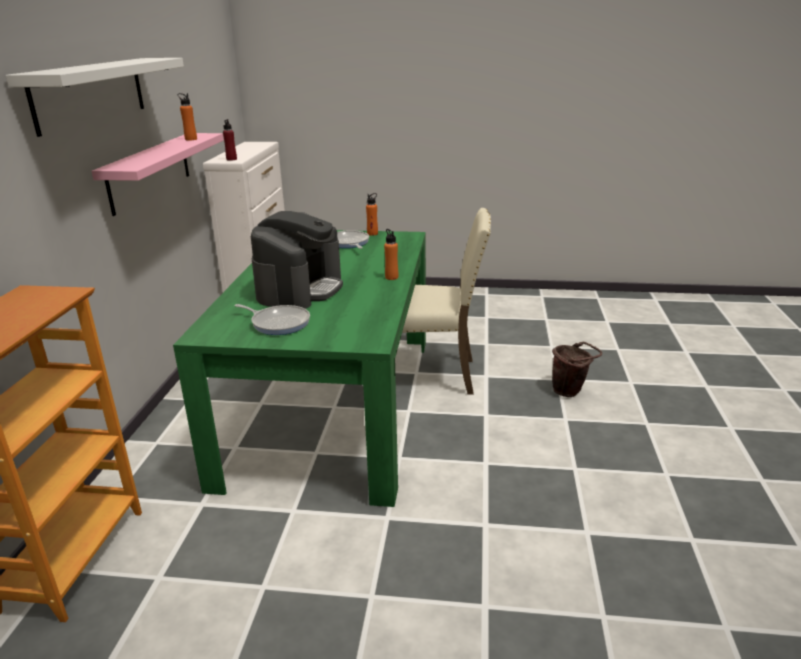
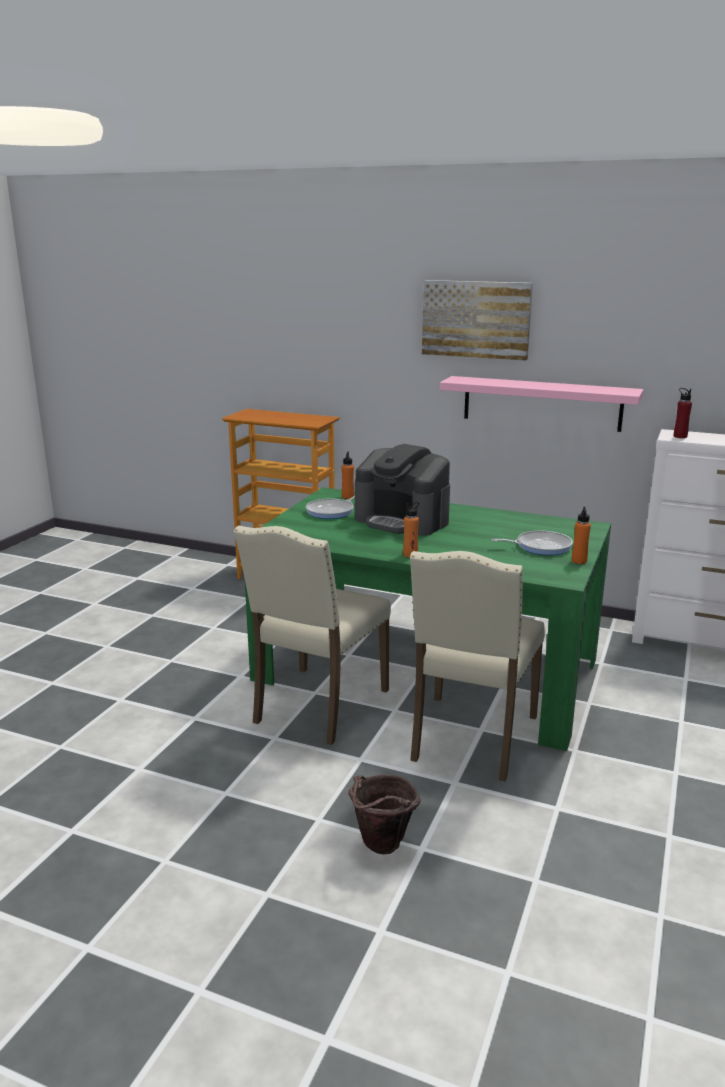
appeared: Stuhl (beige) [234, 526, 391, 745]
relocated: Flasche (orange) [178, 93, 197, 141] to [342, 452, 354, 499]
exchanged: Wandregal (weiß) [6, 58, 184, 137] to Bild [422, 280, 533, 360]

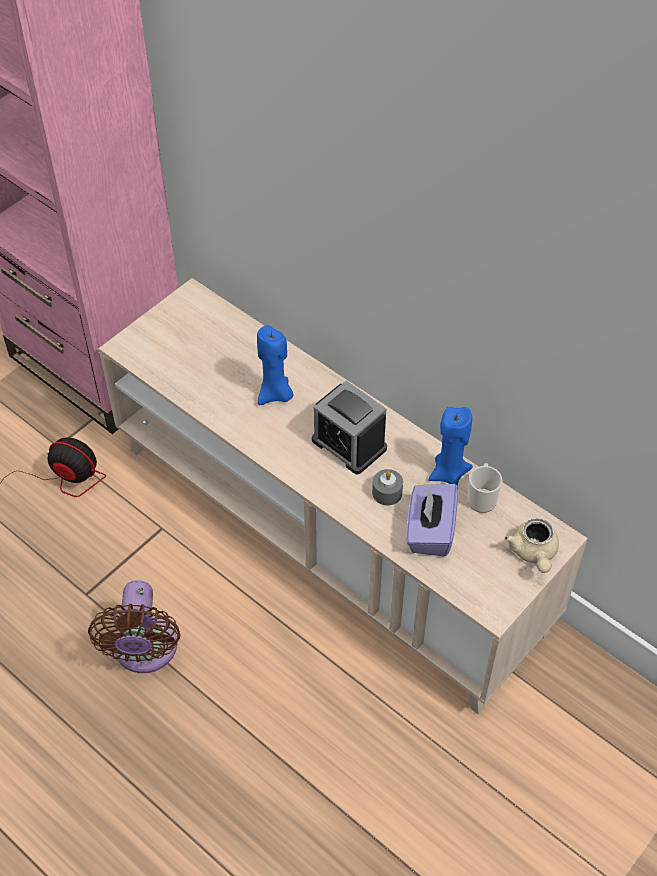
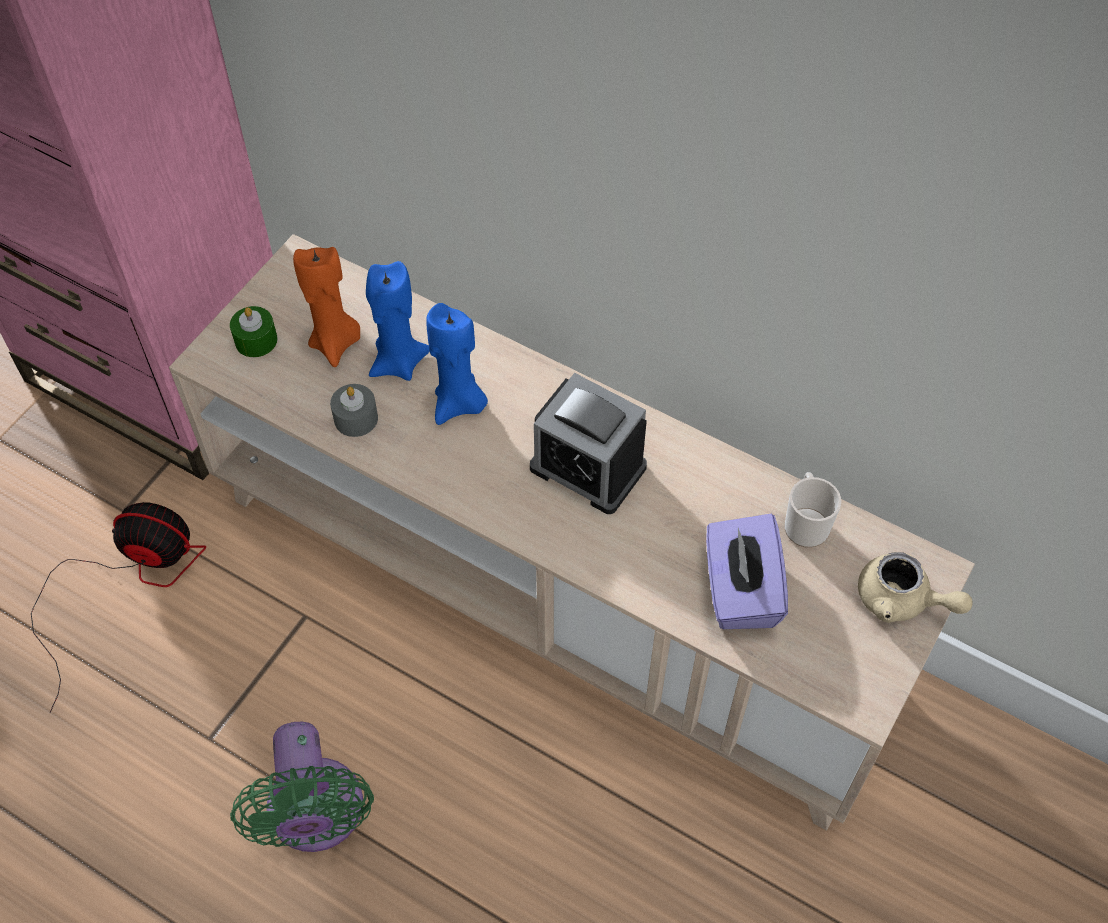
appeared: Kerze (grün) [230, 306, 278, 357]; Kerze (orange) [293, 247, 360, 367]
relocated: Kerze (grau) [372, 469, 403, 505] to [330, 384, 378, 437]; Kerze (blau) [428, 407, 473, 486] to [366, 261, 430, 381]
colour: Ventilator (braun) [88, 580, 180, 673] to Ventilator (grün) [230, 722, 374, 852]
spun: Teekanne (beige) [504, 518, 559, 573] = [858, 552, 972, 623] 45 degrees counterclockwise

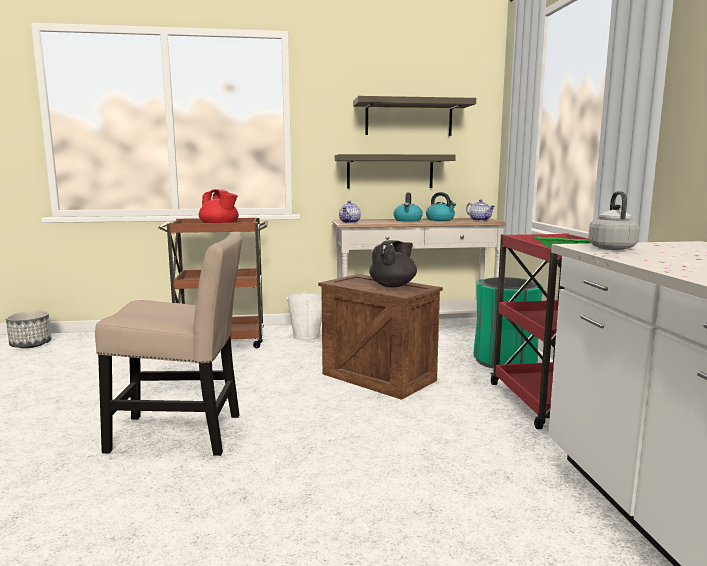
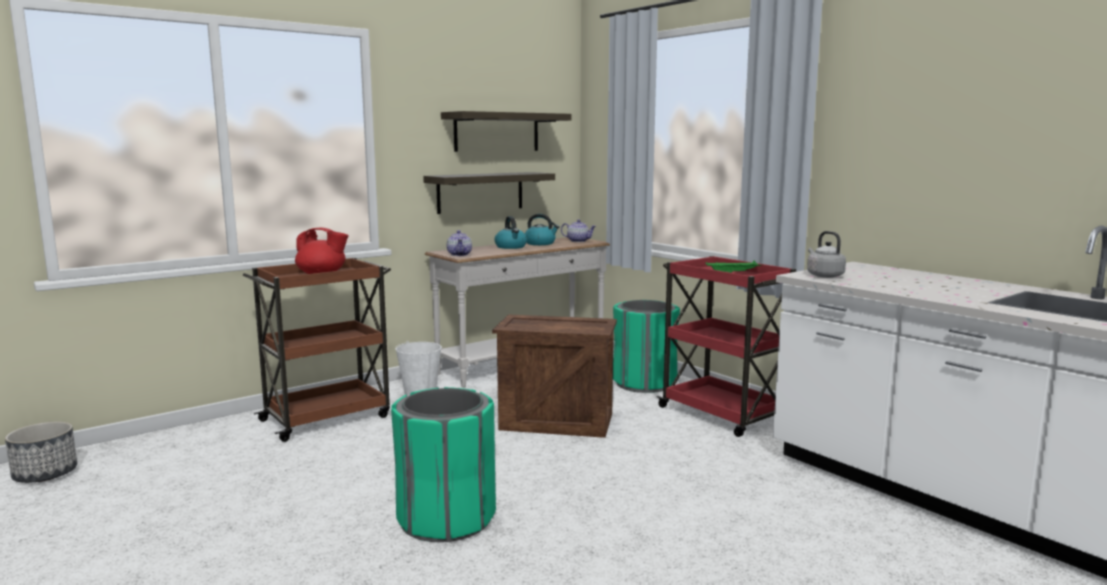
missing: Teekanne (schwarz) [369, 240, 417, 287]
exchanged: Stuhl (beige) [95, 233, 242, 456] to Mülleimer (grün) [391, 387, 496, 542]

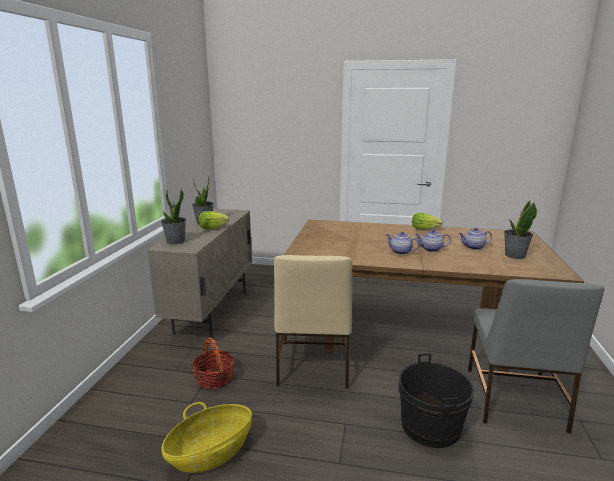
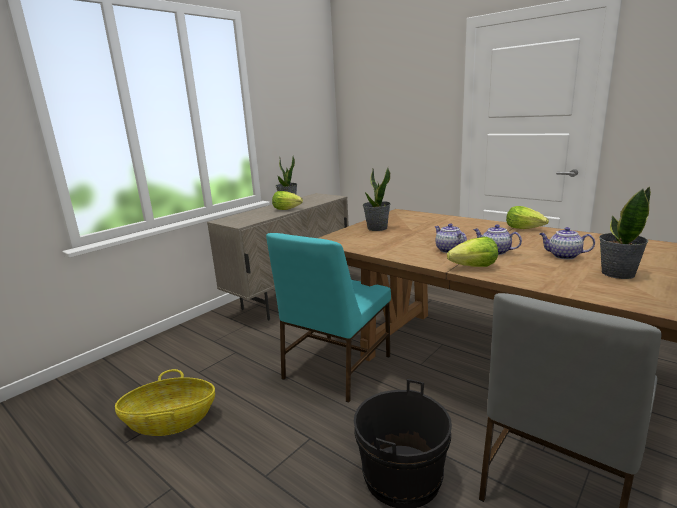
missing: Korb [191, 338, 234, 389]
appeared: Salatkopf [447, 237, 498, 267]
relocated: Topfpflanze [161, 188, 186, 244] to [363, 167, 391, 231]
colour: Stuhl (beige) [274, 255, 352, 388] to Stuhl (türkis) [266, 233, 391, 403]

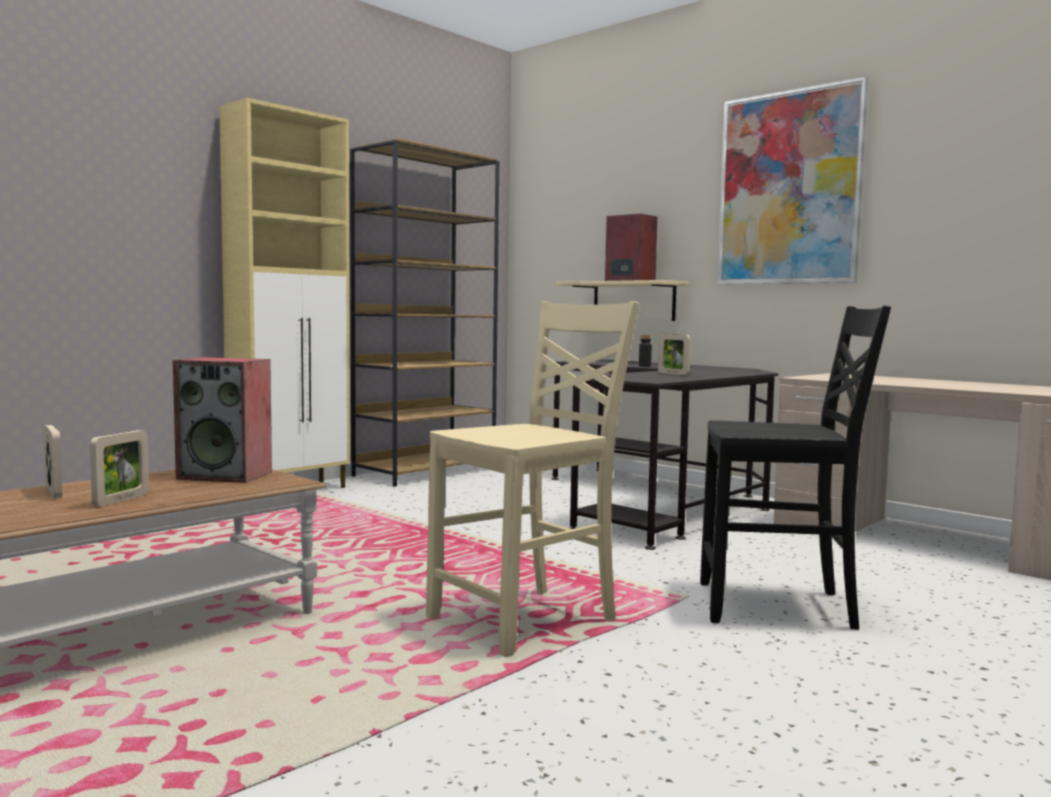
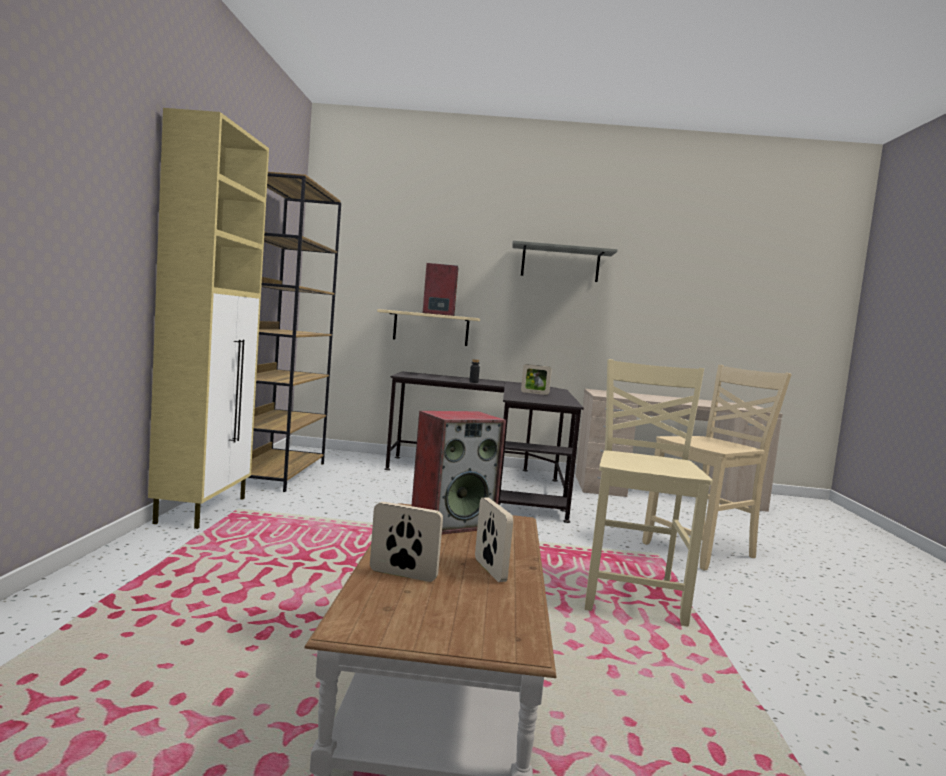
exchanged: Bild [717, 77, 868, 284] to Wandregal (grau) [512, 241, 618, 282]
colour: Stuhl (schwarz) [700, 305, 891, 630] to Stuhl (beige) [642, 365, 792, 571]

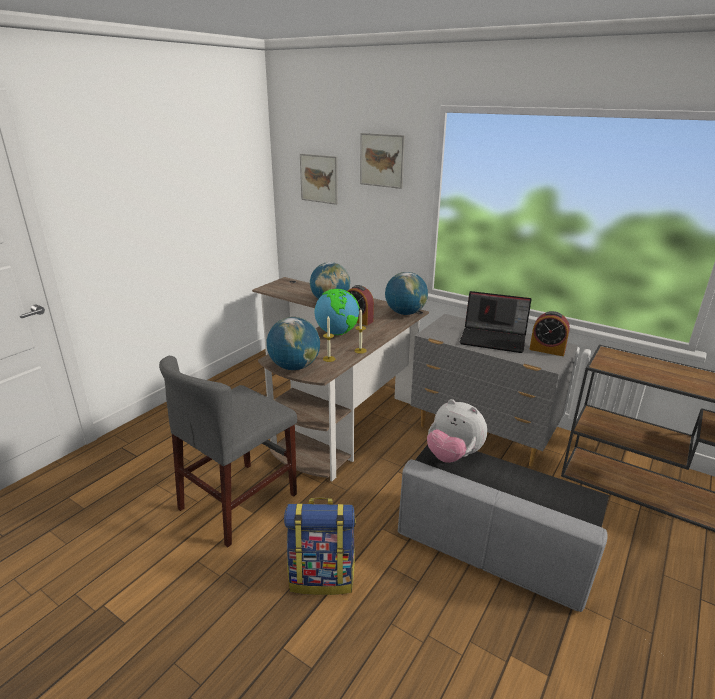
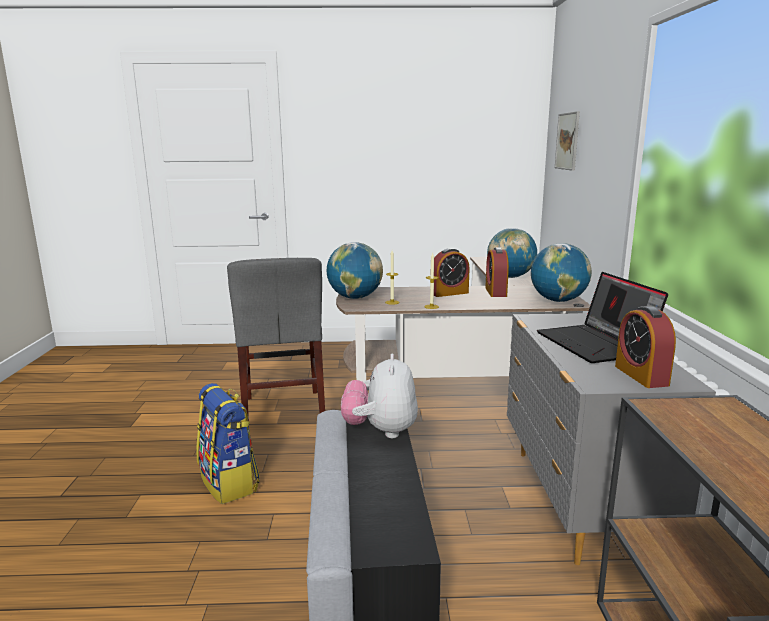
missing: Bild [360, 133, 405, 189]
exchanged: Globus [314, 289, 360, 335] to Wecker [434, 248, 470, 297]
spun: Stuhl (grau) [159, 356, 297, 547] = [227, 258, 325, 421] 105 degrees counterclockwise

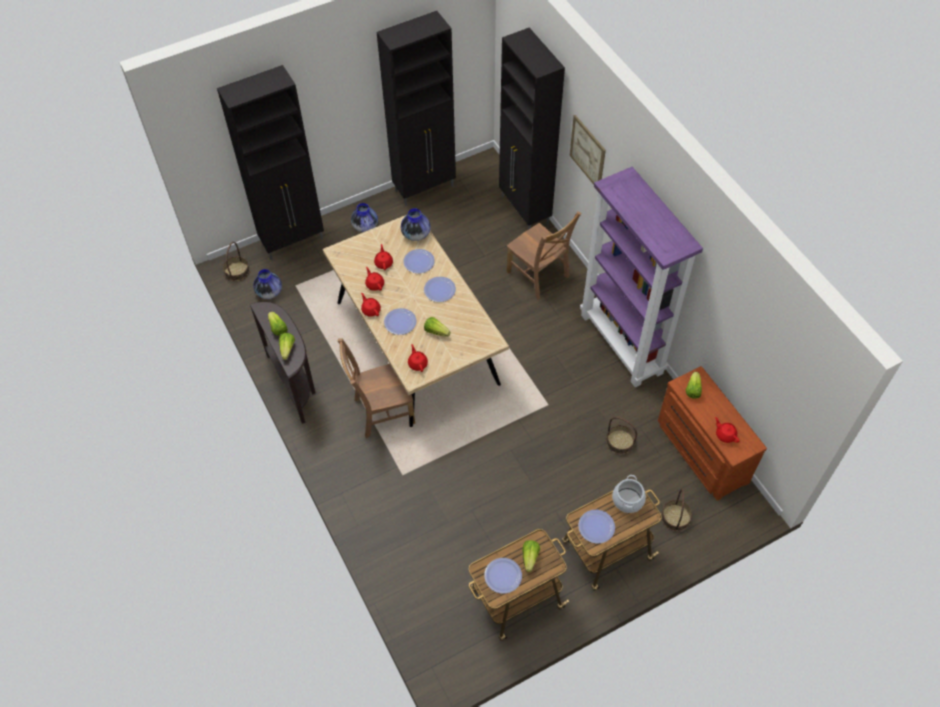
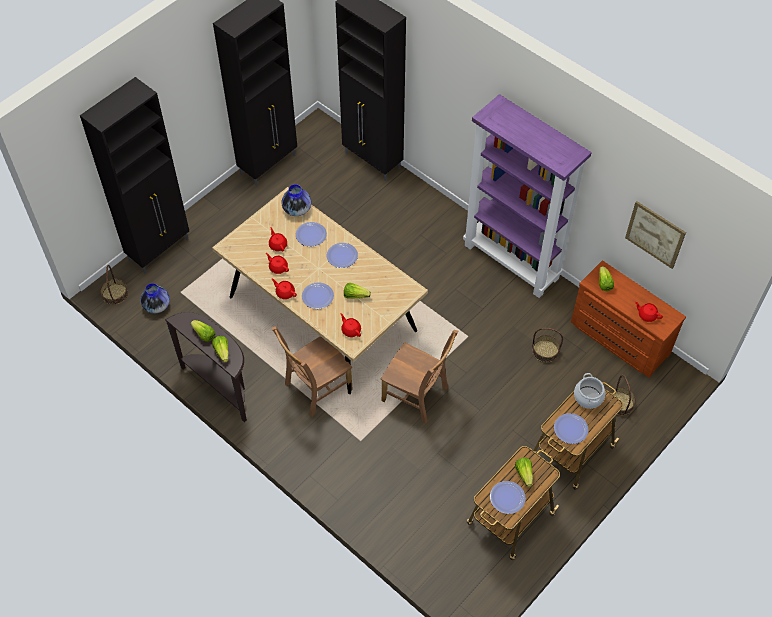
missing: Vase [351, 203, 378, 232]
relocated: Stuhl (braun) [507, 211, 581, 300] to [381, 330, 458, 424]; Bild [570, 115, 606, 185] to [625, 201, 686, 269]

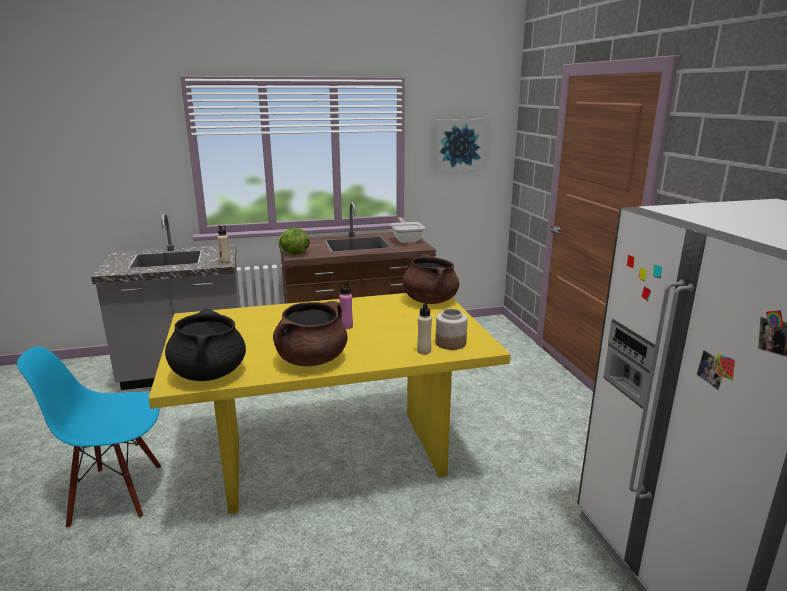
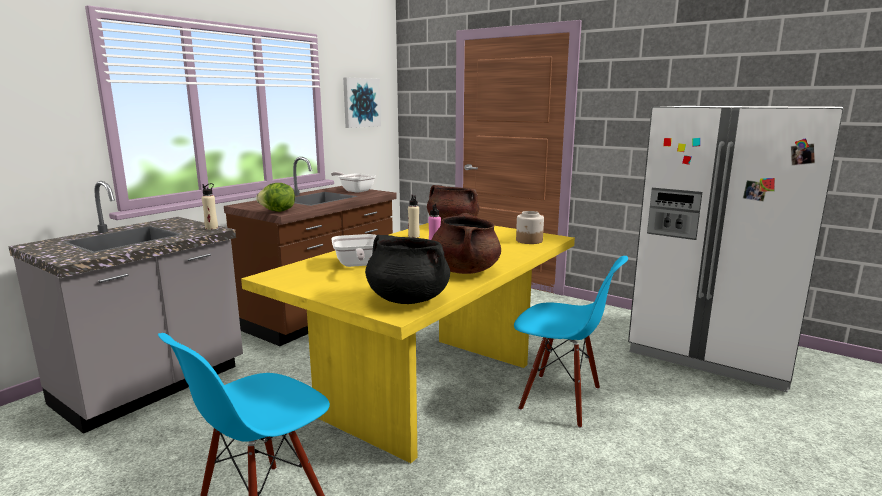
appeared: Pfanne [331, 234, 377, 267]; Stuhl (blau) [514, 256, 628, 428]
relocated: Flasche (beige) [417, 302, 432, 354] to [408, 195, 420, 238]

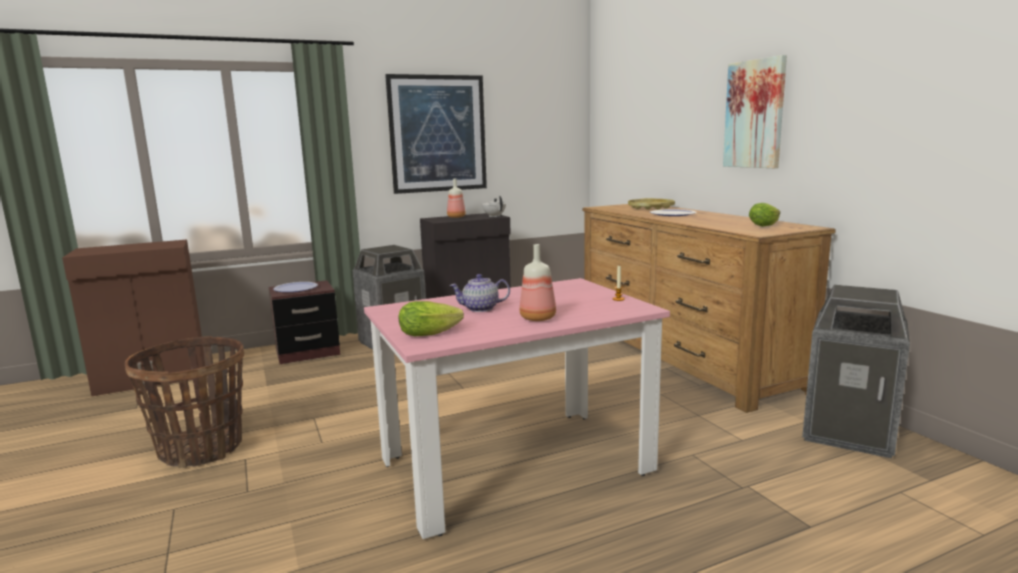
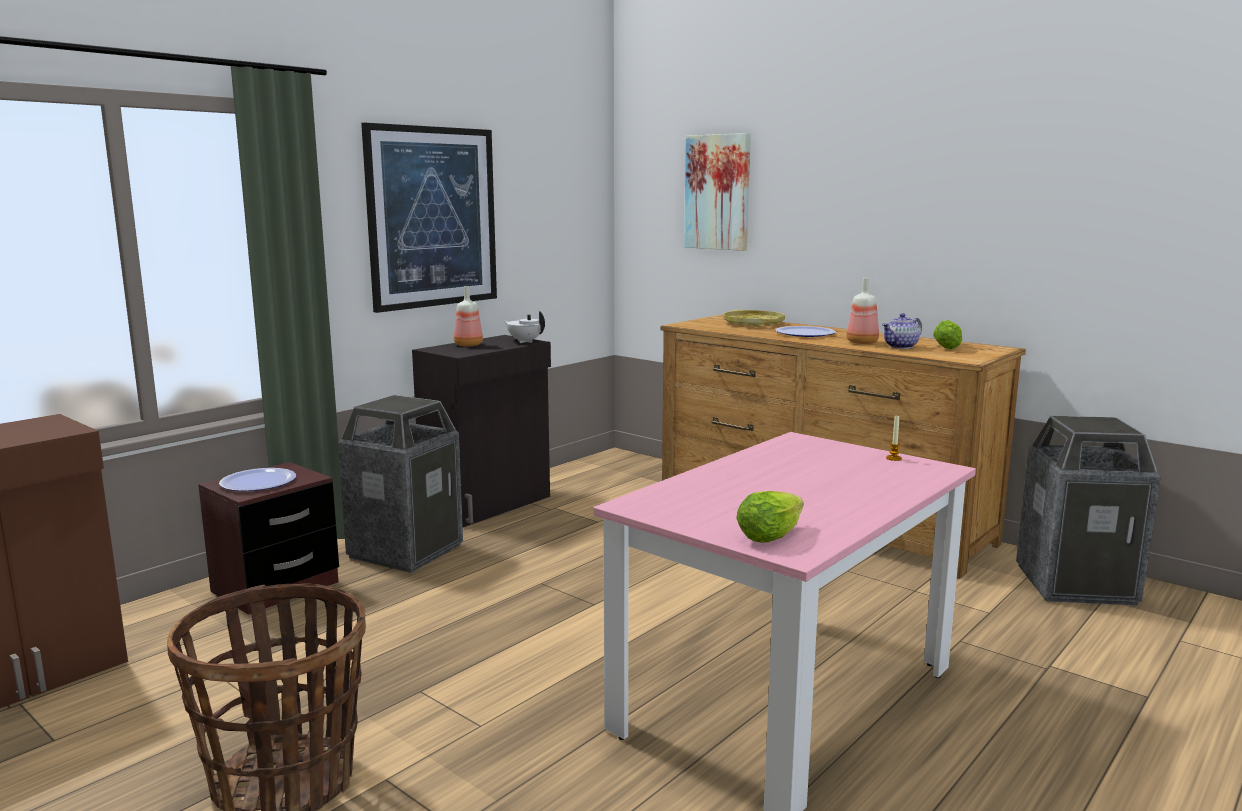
relocated: Teekanne [449, 274, 510, 312] to [882, 313, 922, 349]; Flasche [520, 244, 556, 321] to [847, 278, 879, 344]; Bild [723, 55, 787, 168] to [684, 133, 751, 251]

